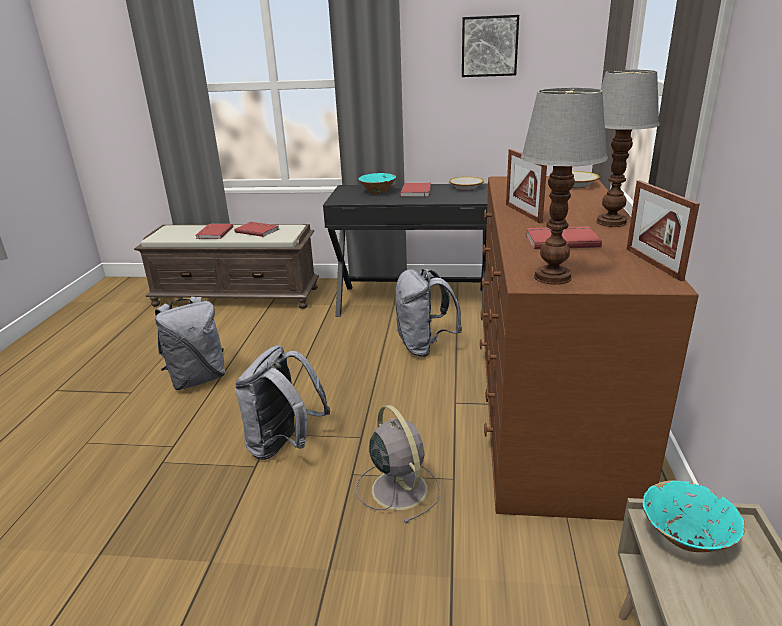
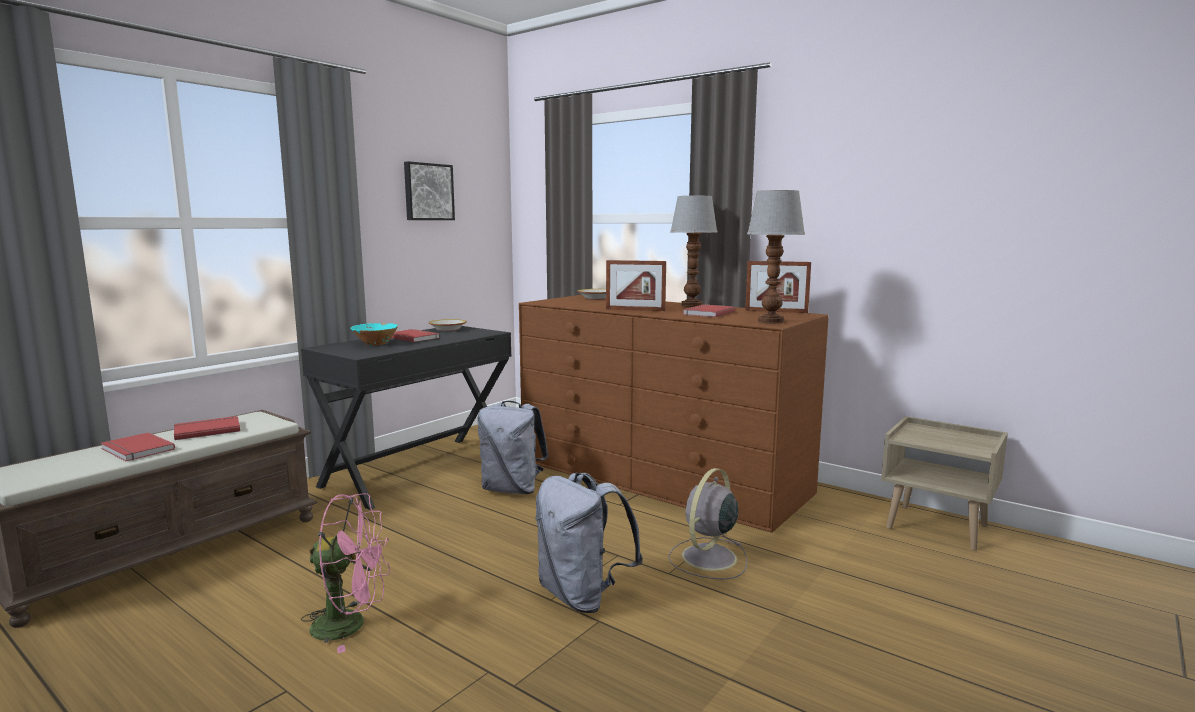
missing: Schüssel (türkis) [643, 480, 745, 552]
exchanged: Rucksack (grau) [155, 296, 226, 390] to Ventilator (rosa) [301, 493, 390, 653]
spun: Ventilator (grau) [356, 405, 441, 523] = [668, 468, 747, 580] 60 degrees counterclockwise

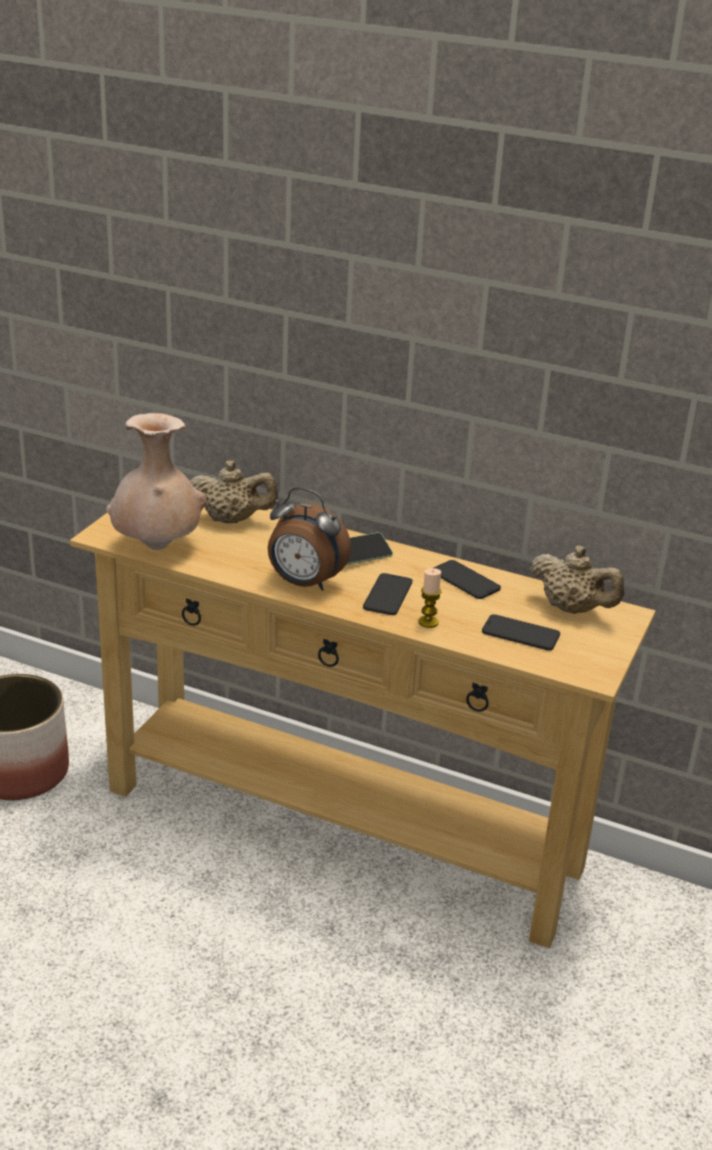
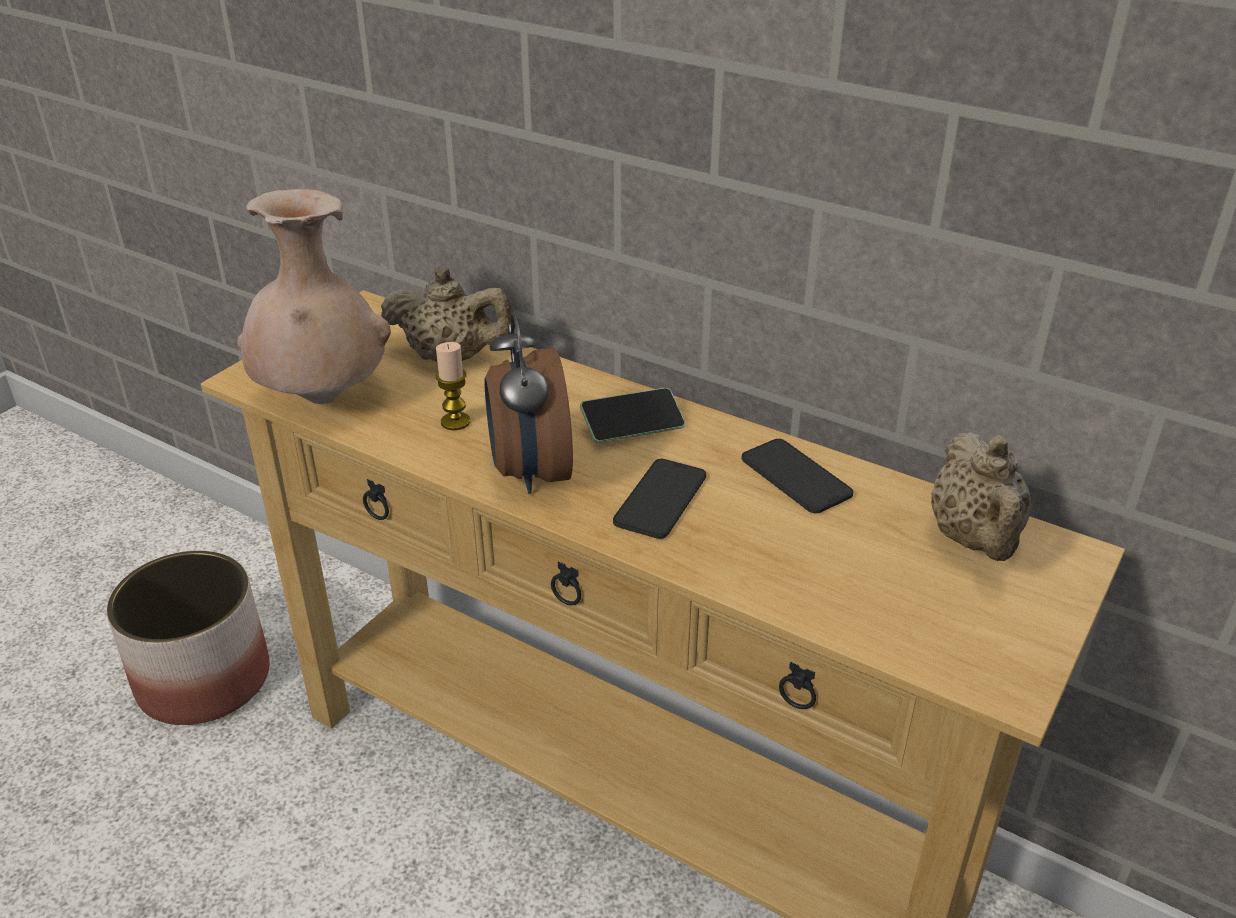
missing: Handy [482, 614, 560, 651]
relocated: Kerze [418, 568, 442, 628] to [436, 342, 470, 430]
spun: Wecker [268, 487, 351, 591] = [484, 312, 573, 494] 45 degrees clockwise; Teekanne (beige) [530, 546, 624, 614] = [931, 432, 1032, 561] 45 degrees clockwise

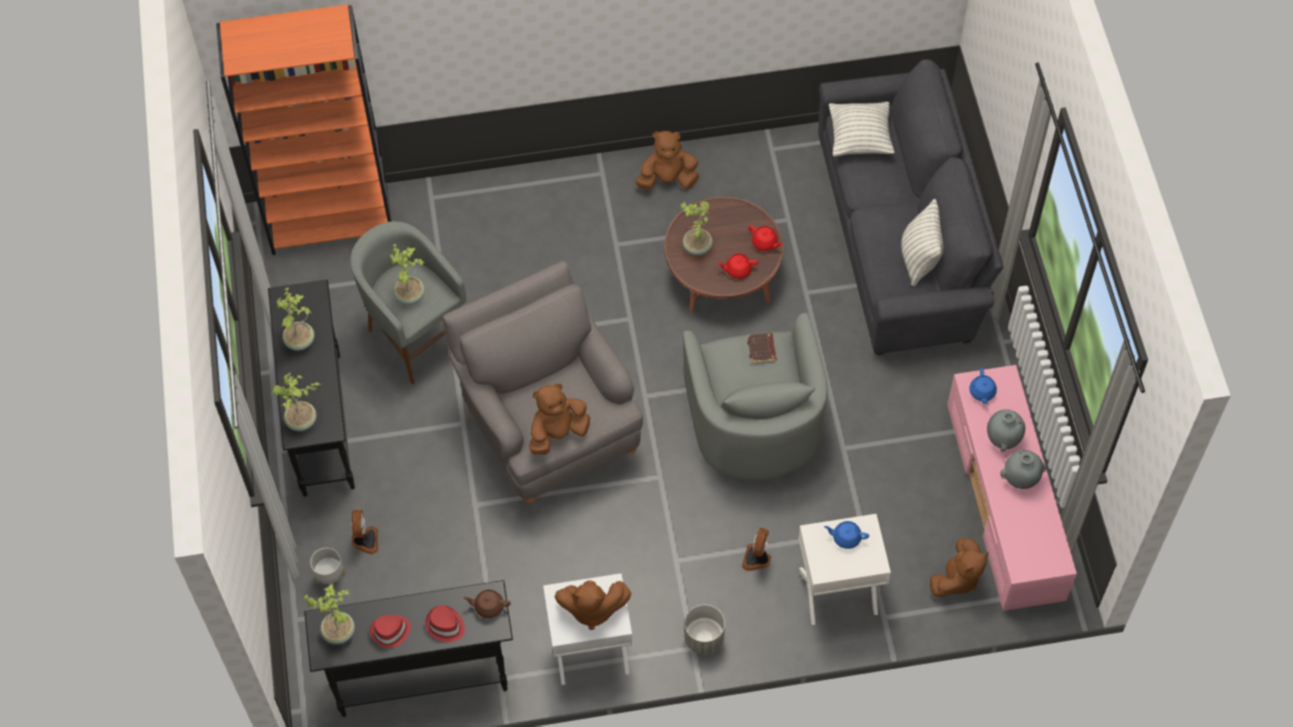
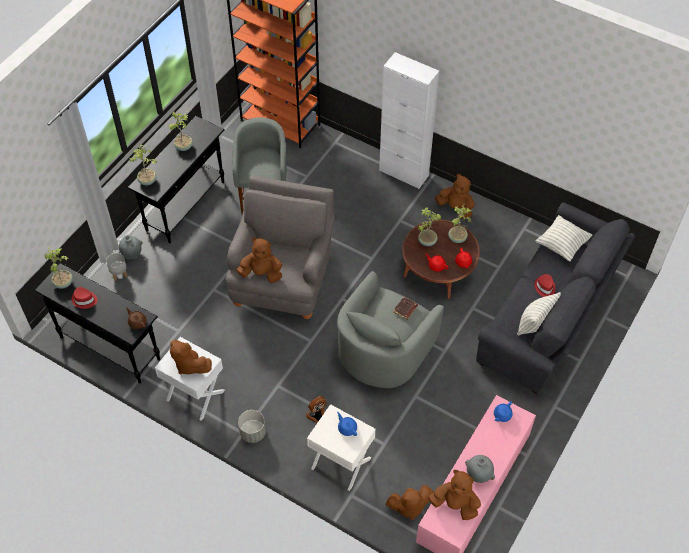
missing: Ventilator [352, 510, 378, 554]
appeared: Schrank (weiß) [379, 52, 439, 189]; Plüschtier (braun) [428, 470, 481, 520]
relocated: Topfpflanze [390, 244, 426, 305] to [448, 204, 471, 243]; Hut (rot) [425, 605, 465, 642] to [534, 274, 556, 297]; Vase (grau) [987, 409, 1025, 452] to [119, 235, 143, 259]

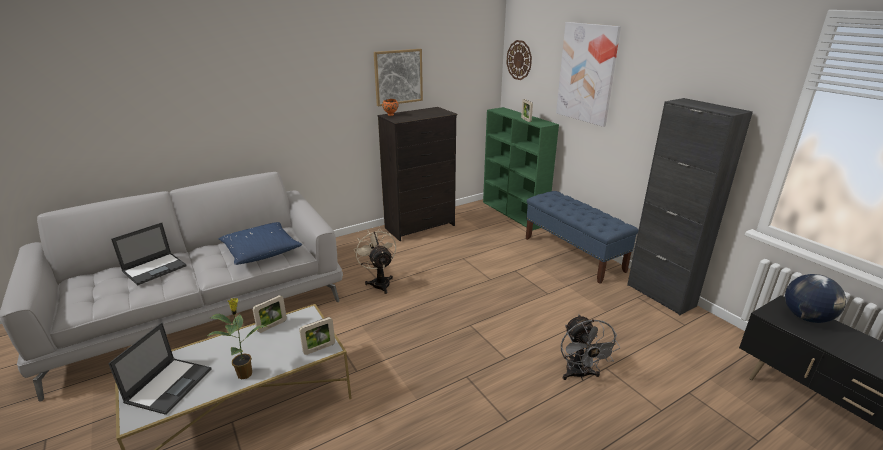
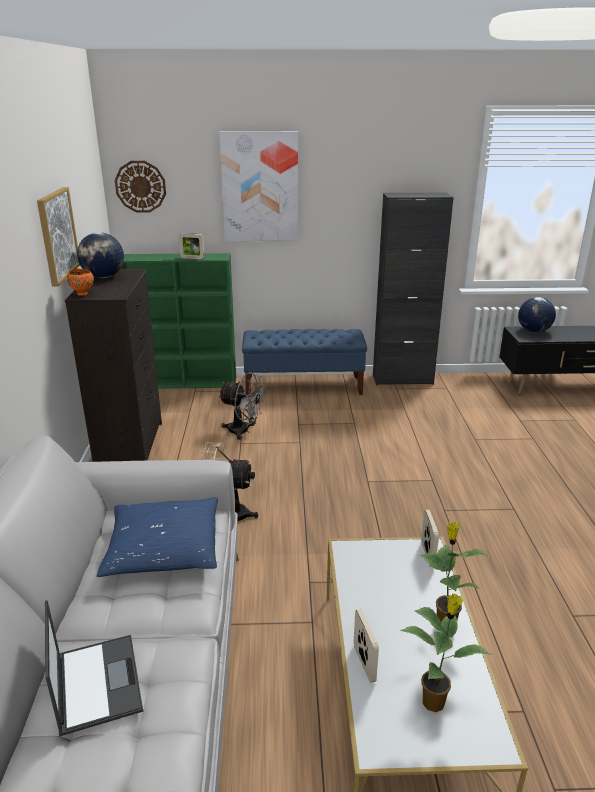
appeared: Globus [77, 232, 124, 278]
relocated: Bilderrahmen [252, 295, 287, 333] to [354, 609, 379, 683]; Ventilator (grau) [561, 314, 621, 380] to [218, 372, 267, 440]
exchanged: Laptop [108, 322, 211, 415] to Topfpflanze [400, 593, 491, 712]

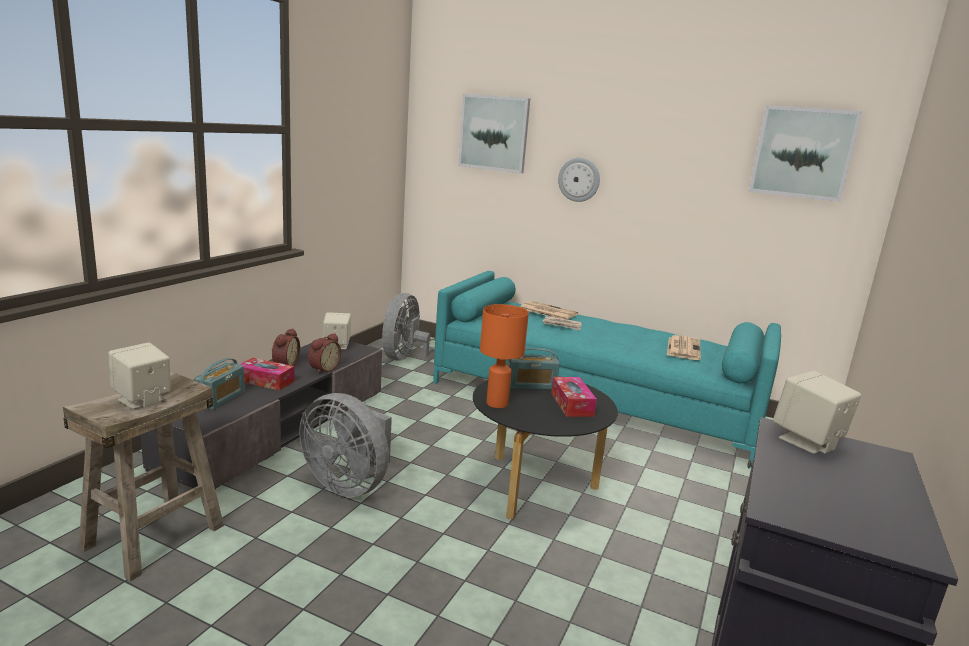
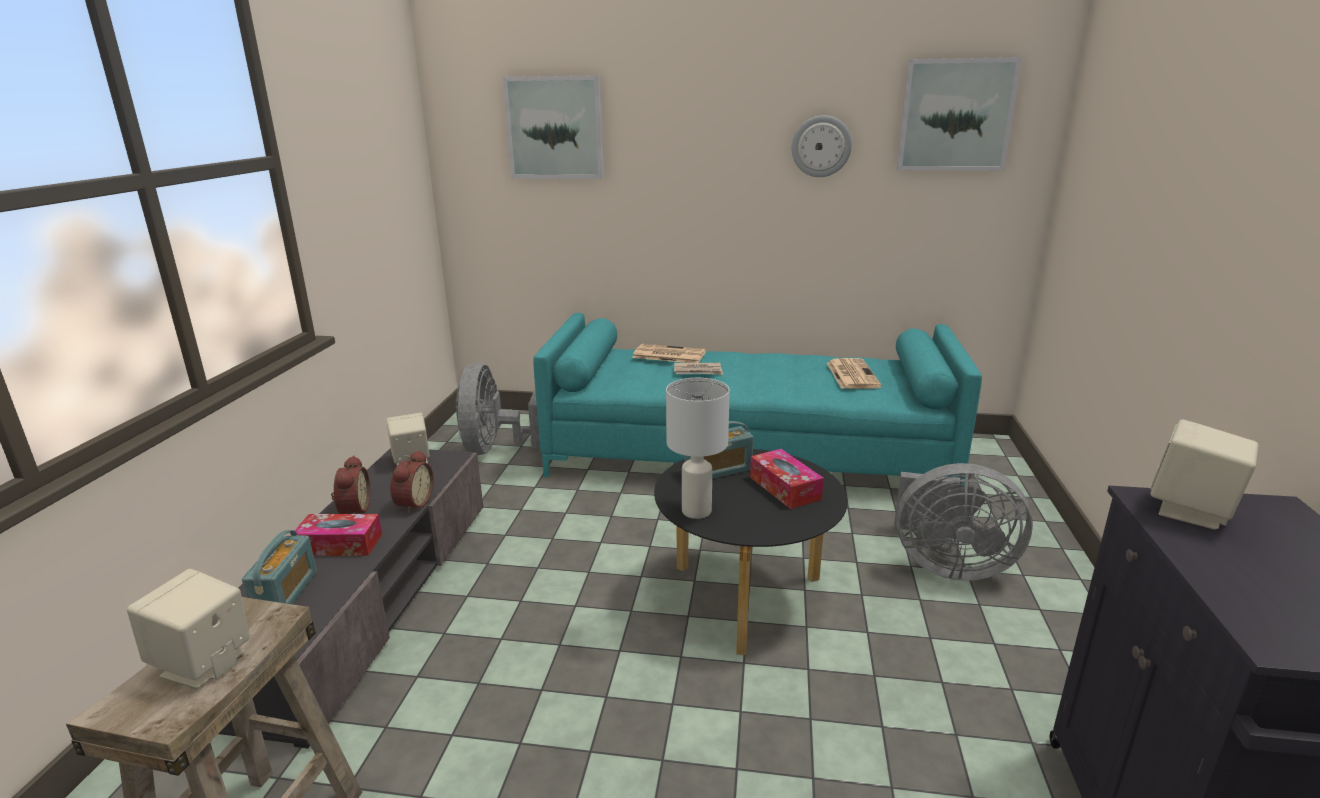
relocated: Ventilator (grau) [299, 393, 392, 497] to [894, 463, 1033, 581]; Wanduhr [558, 158, 600, 202] to [792, 115, 852, 177]
colour: Tischlampe (orange) [480, 304, 529, 408] to Tischlampe (weiß) [666, 378, 730, 519]

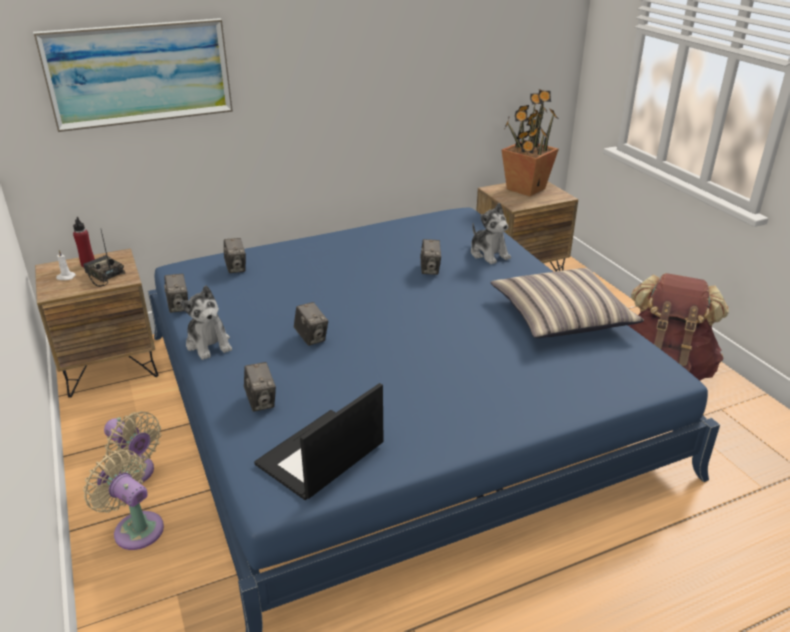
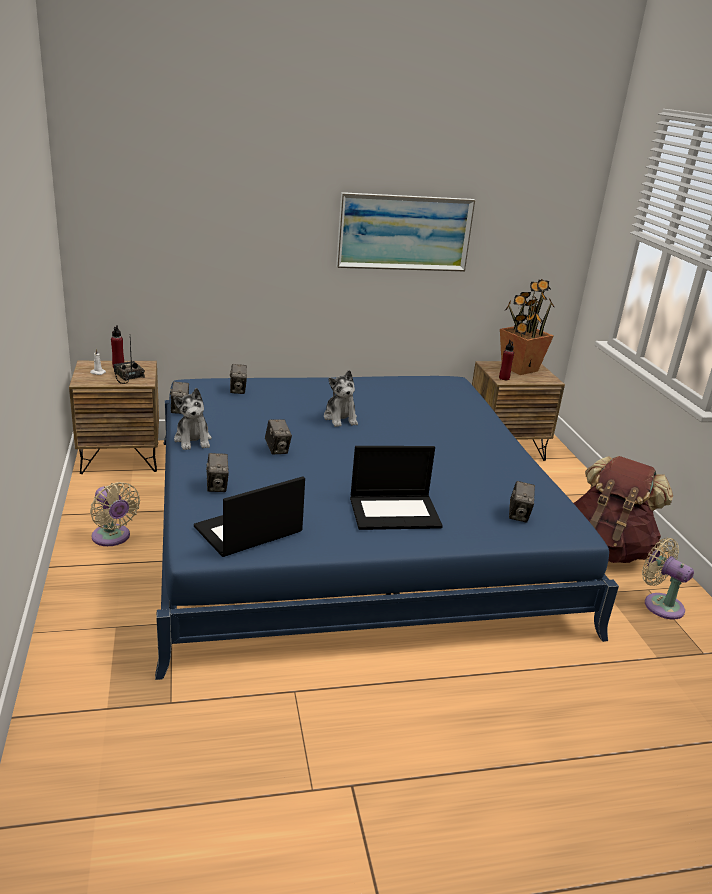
missing: Kissen [491, 268, 644, 338]
appeared: Laptop [350, 446, 443, 530]; Flasche (rot) [499, 340, 514, 380]
relocated: Bild [33, 18, 233, 132] to [336, 192, 475, 272]; Ventilator (beige) [83, 450, 164, 550] to [642, 538, 694, 620]; Kamera [420, 239, 441, 275] to [509, 481, 535, 523]; Plüschtier [471, 203, 511, 265] to [324, 370, 358, 427]

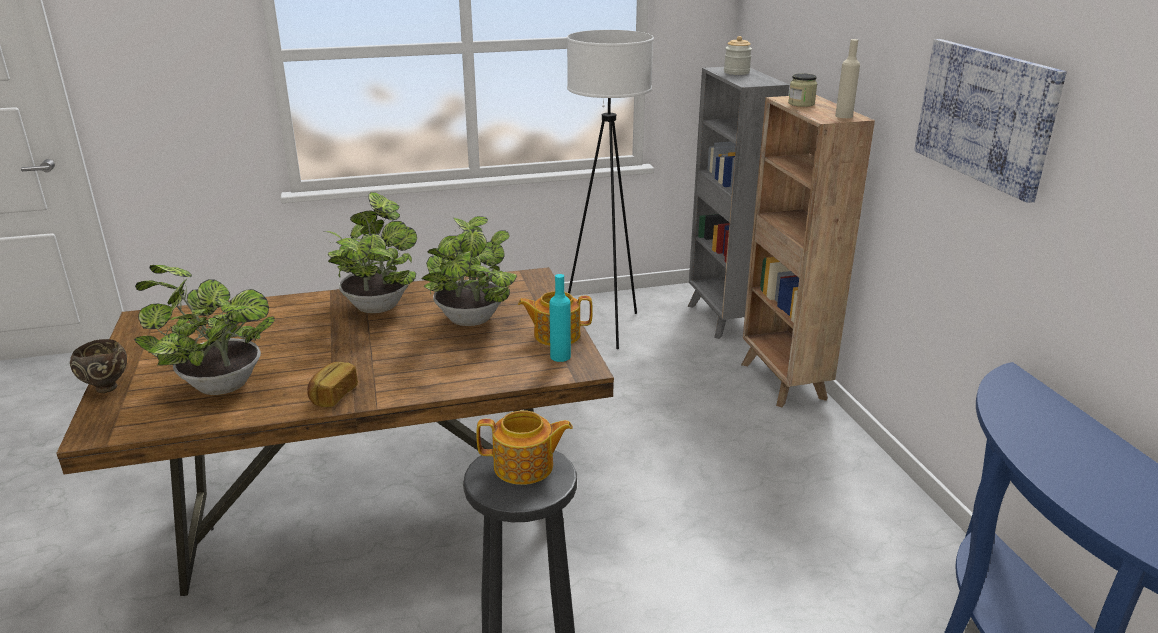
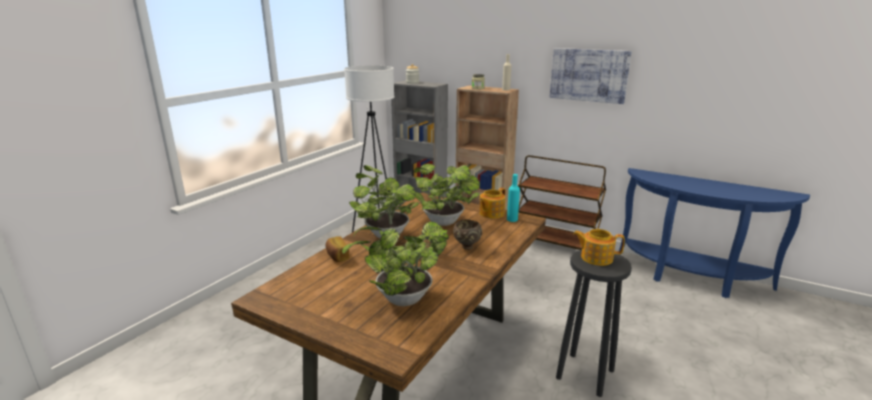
appeared: Rollwagen (braun) [518, 155, 606, 250]
relocated: Schüssel (braun) [70, 339, 127, 393] to [453, 219, 482, 250]; Brot [307, 362, 358, 407] to [325, 237, 349, 262]
spun: Teekanne [476, 410, 573, 485] = [573, 229, 625, 266] 120 degrees counterclockwise

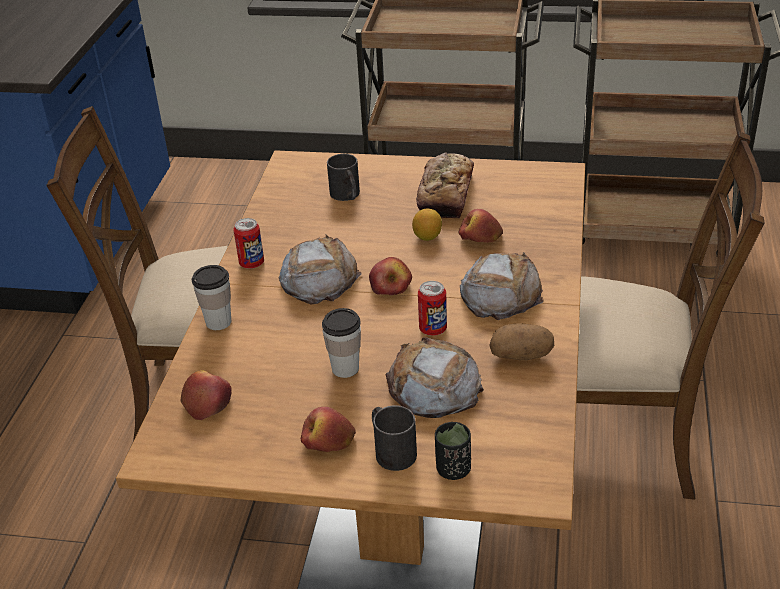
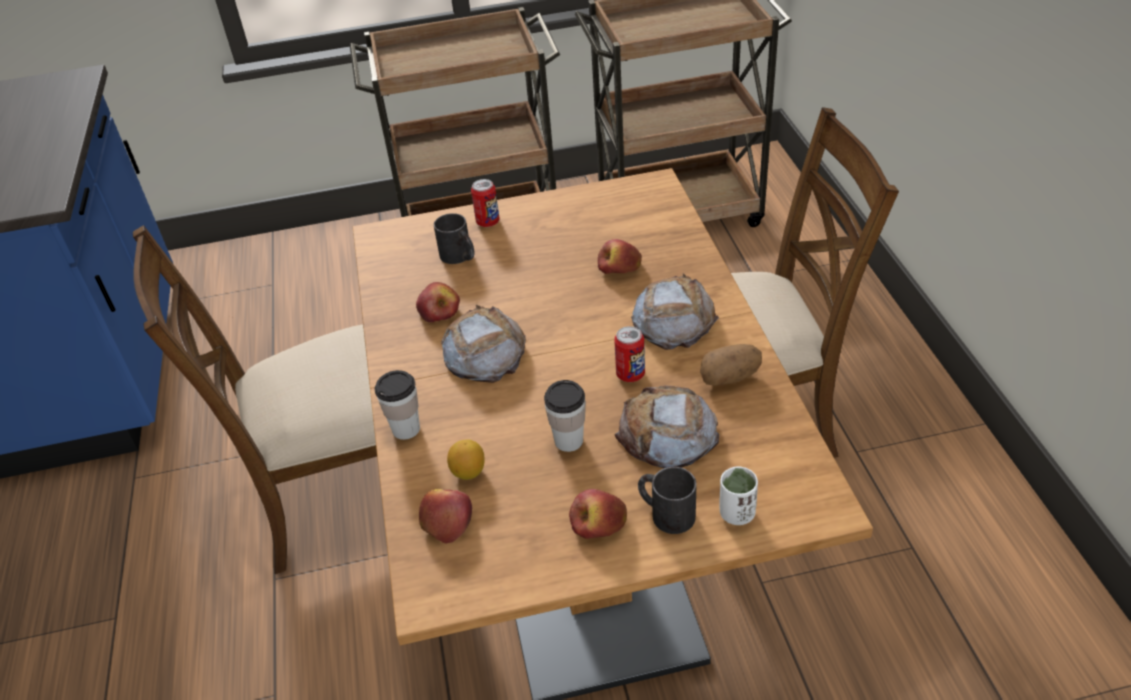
missing: Brot [416, 153, 474, 218]
relocated: Dose [233, 218, 264, 269] to [471, 179, 500, 227]; Apfel [369, 257, 412, 295] to [416, 282, 460, 322]; Zitrone [412, 209, 442, 241] to [447, 440, 485, 480]
colour: Tasse (schwarz) [435, 422, 471, 480] to Tasse (weiß) [720, 466, 758, 525]

